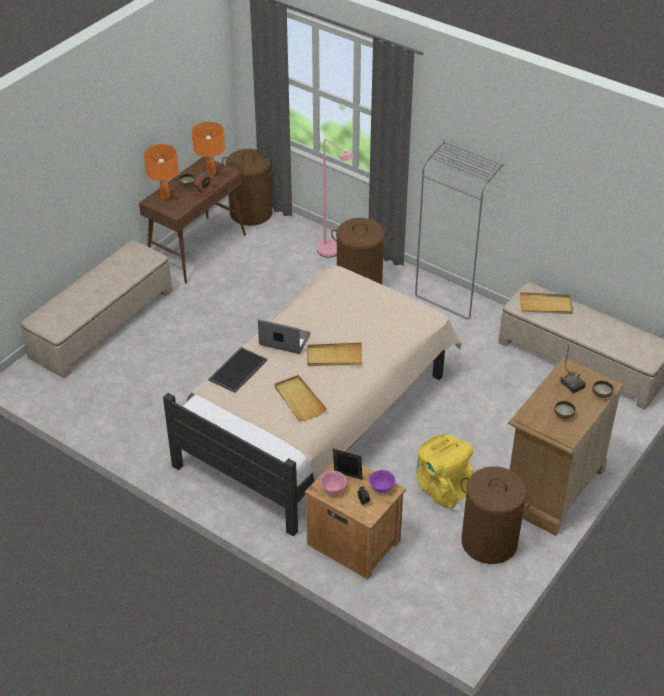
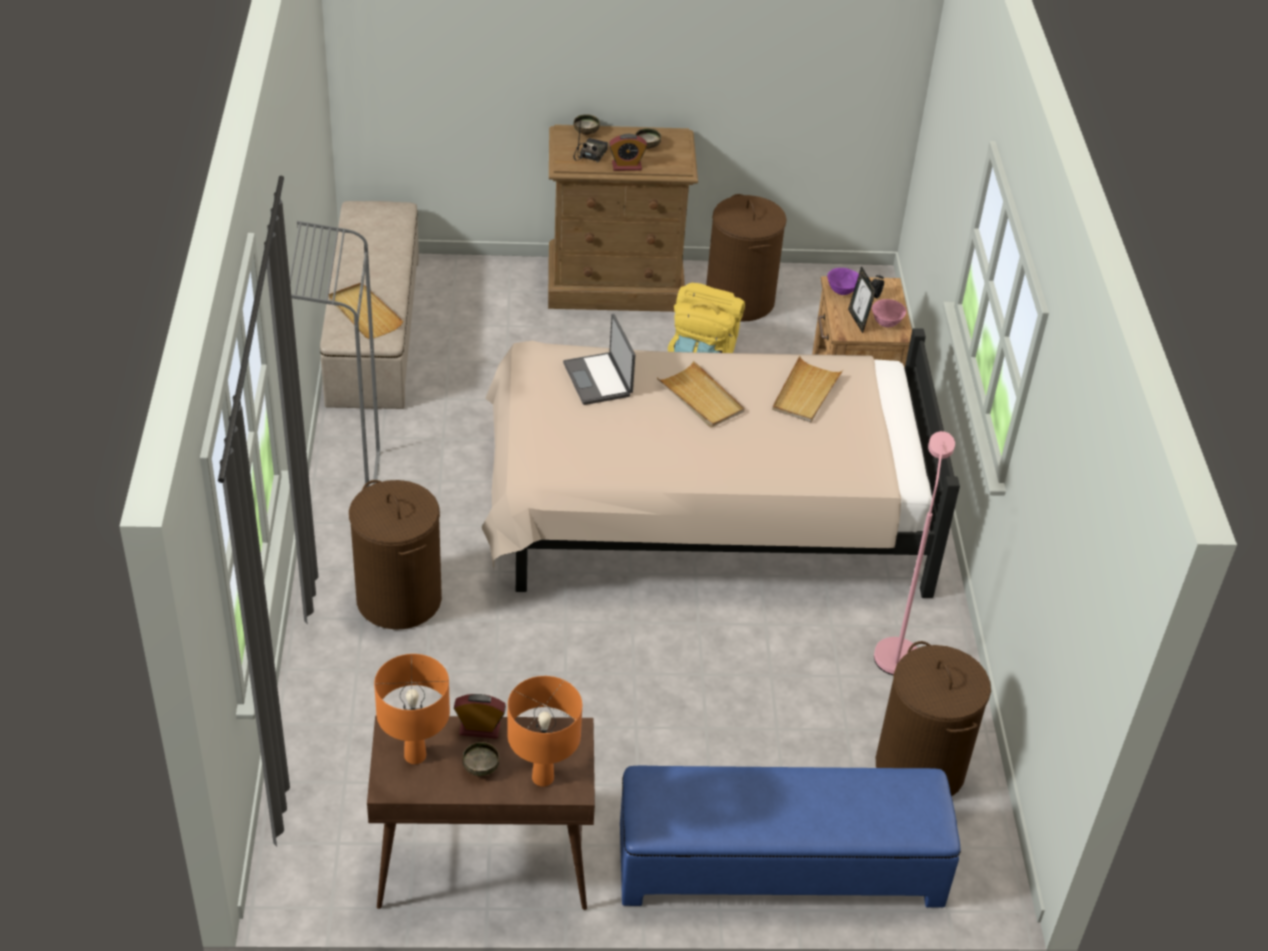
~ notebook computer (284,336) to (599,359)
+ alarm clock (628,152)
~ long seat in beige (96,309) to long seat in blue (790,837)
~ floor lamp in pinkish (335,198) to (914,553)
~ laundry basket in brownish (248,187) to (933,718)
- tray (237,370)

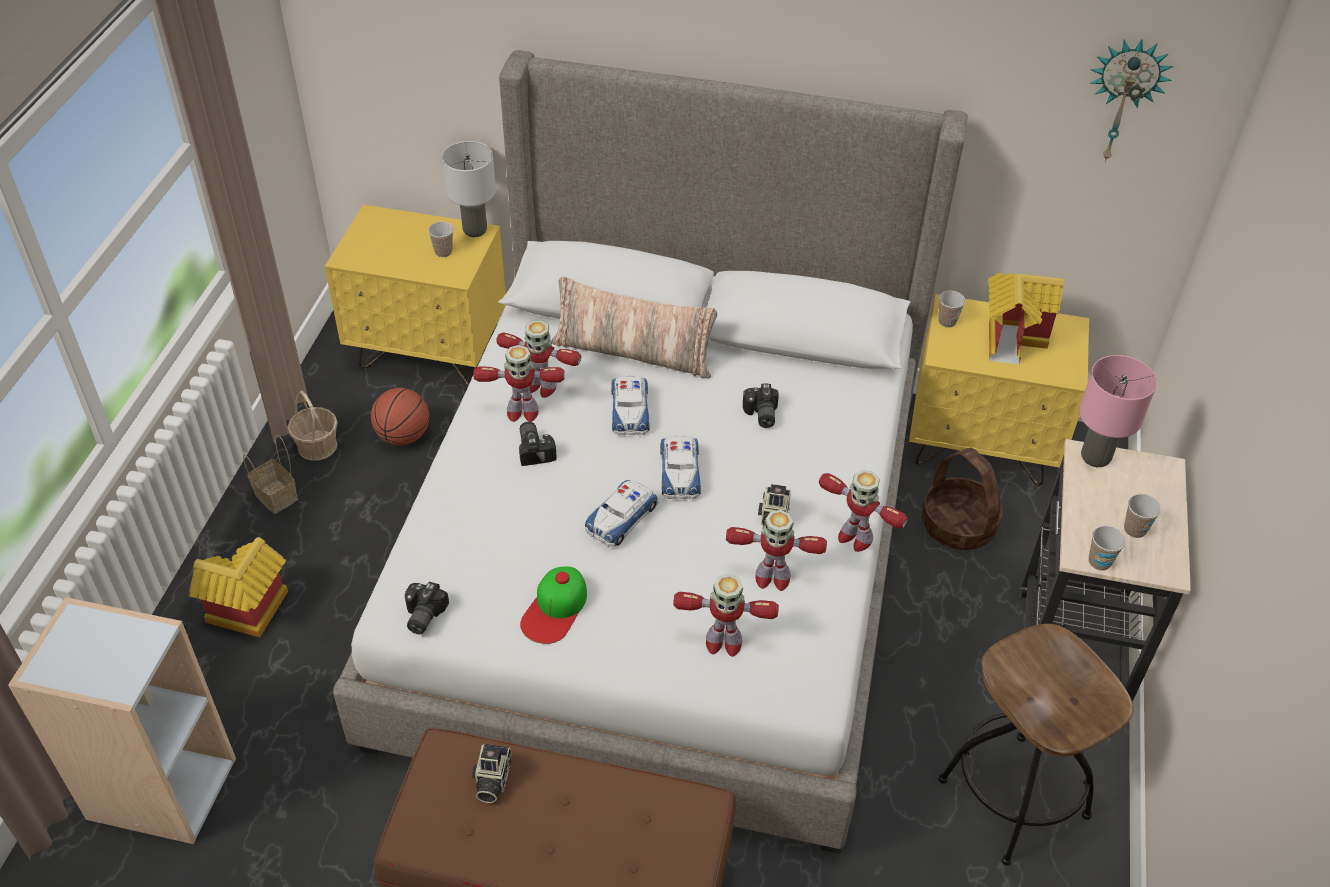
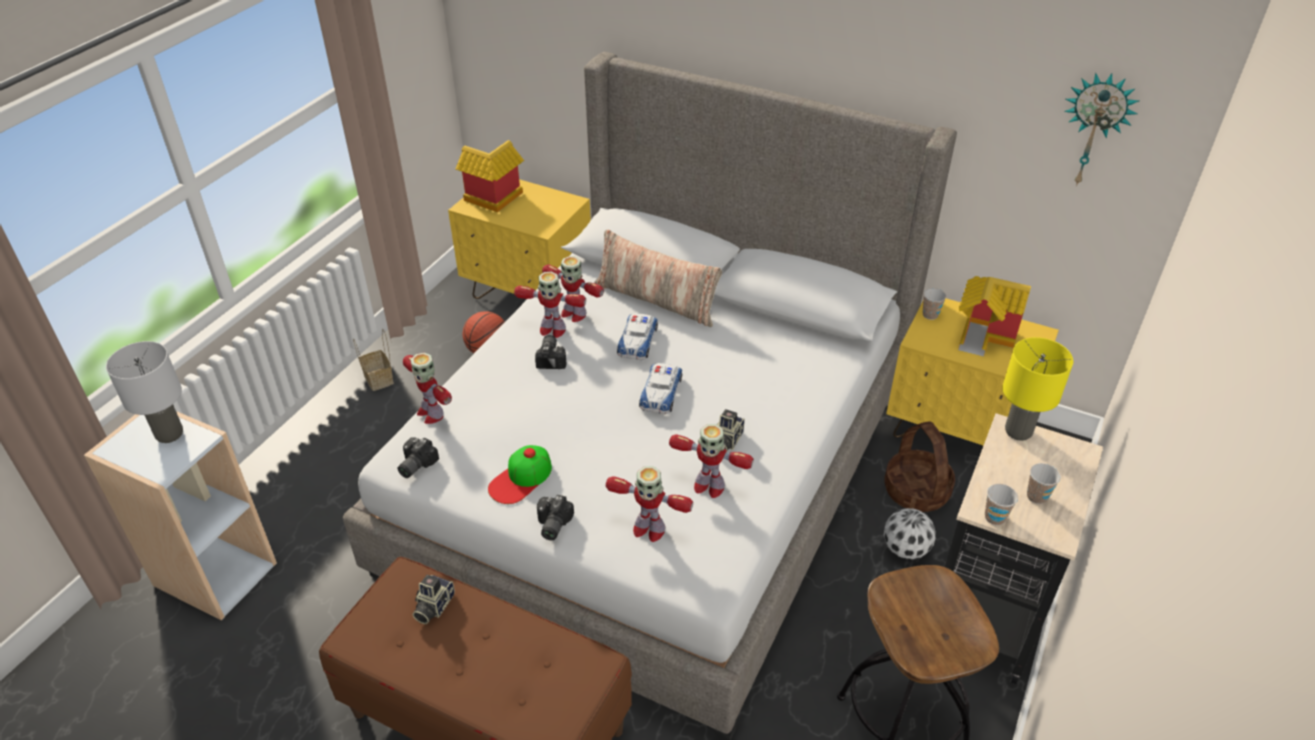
~ table lamp in white-coloured (469,189) to (144,392)
~ robot figure (863,511) to (427,388)
~ model house (238,587) to (490,176)
~ photo camera (761,406) to (555,517)
+ ball for football (910,533)
~ table lamp in pinkish (1118,411) to table lamp in yellow-coloured (1037,389)
- household basket (312,426)
- drinking cup (440,239)
- toy car (622,513)

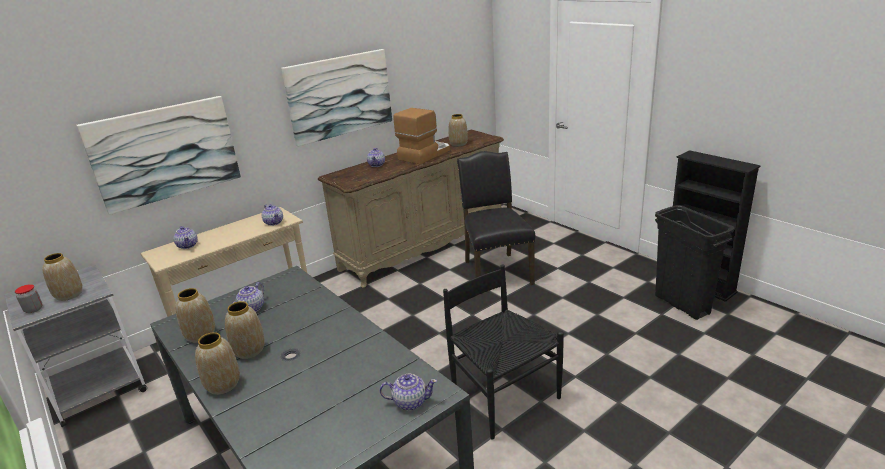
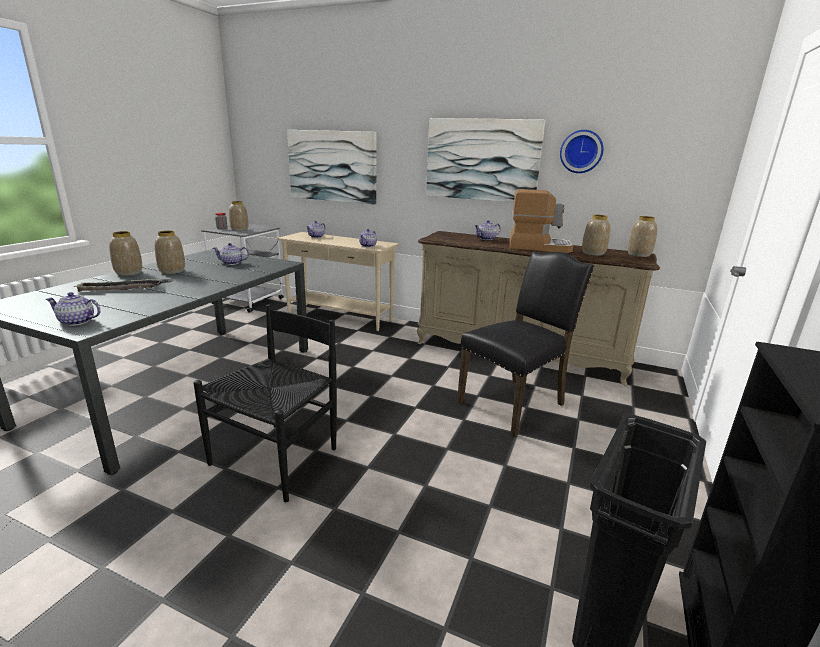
~ pot for tea (408,391) = (73,309) 120 degrees clockwise
+ tray (118,285)
+ wall clock (581,151)
~ flower vase (195,315) to (642,236)

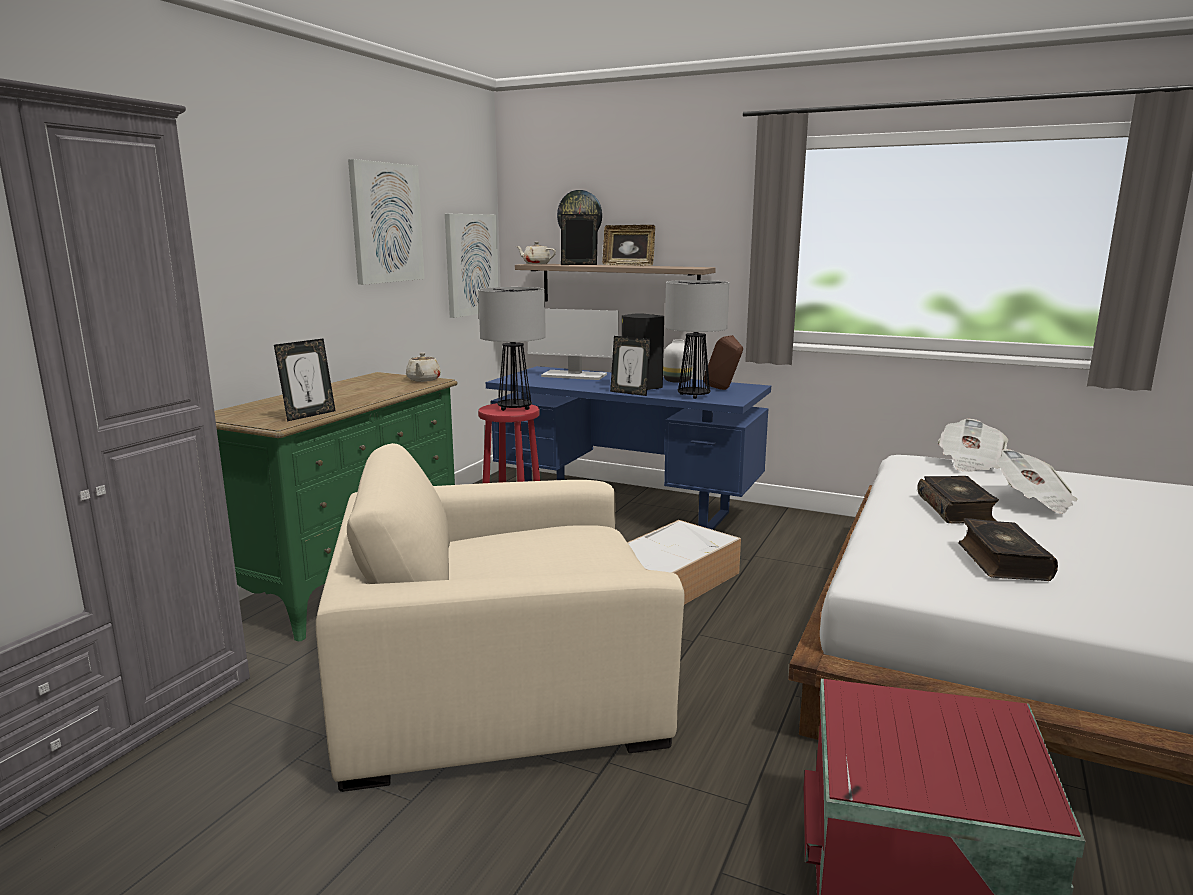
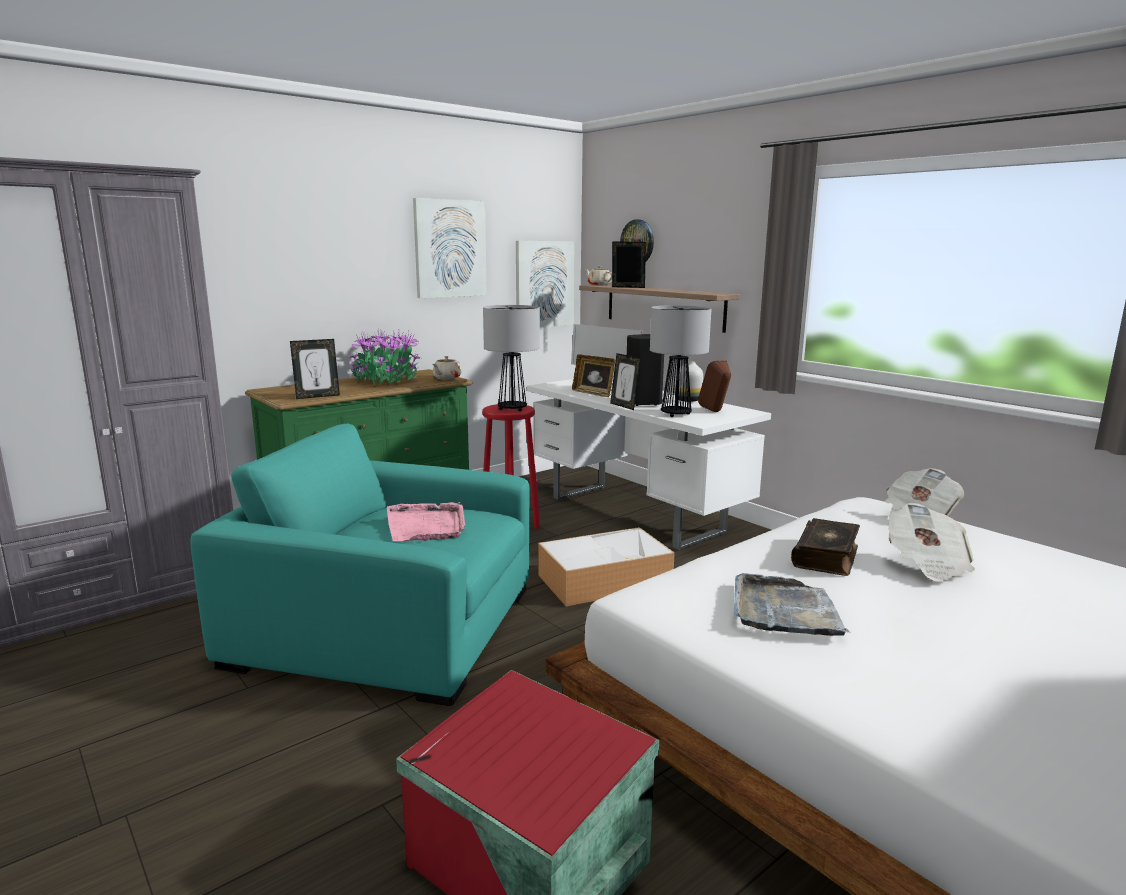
~ armchair in beige (500,617) to armchair in turquoise (360,565)
+ houseplant (384,358)
+ tray in pinkish (426,521)
~ desk unit in blue (628,448) to desk unit in white-coloured (649,465)
~ photo frame (628,245) to (593,375)
~ bound book (1008,549) to tray in greyish (792,604)

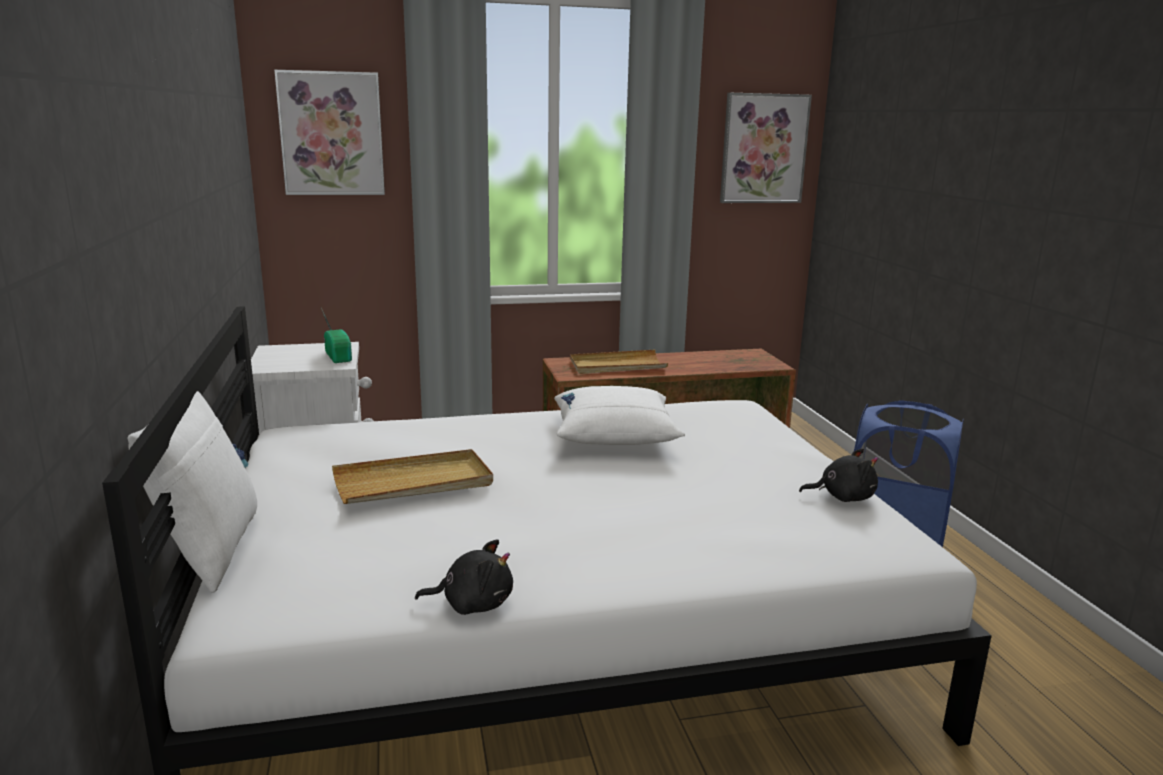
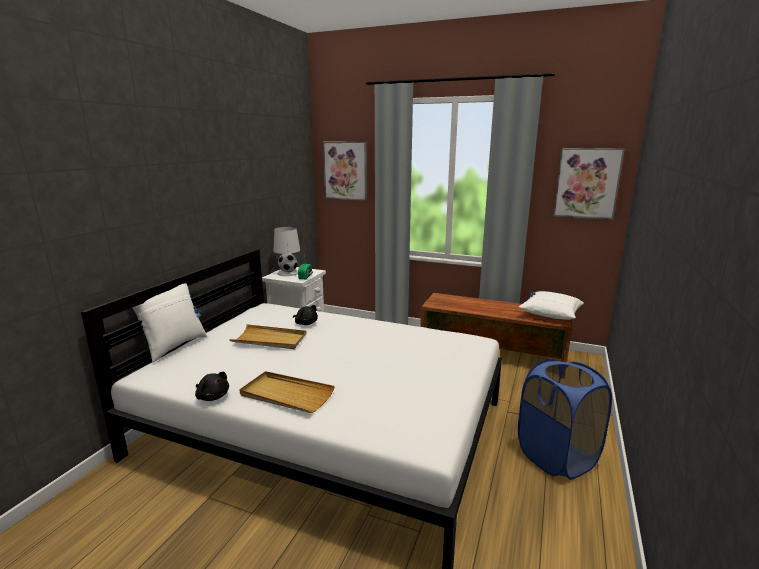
~ tray in beige (619,362) to (287,392)
+ table lamp in white-coloured (287,251)
~ plush toy in black-coloured (838,475) to (305,315)
~ throw pillow in white-coloured (619,415) to (551,305)

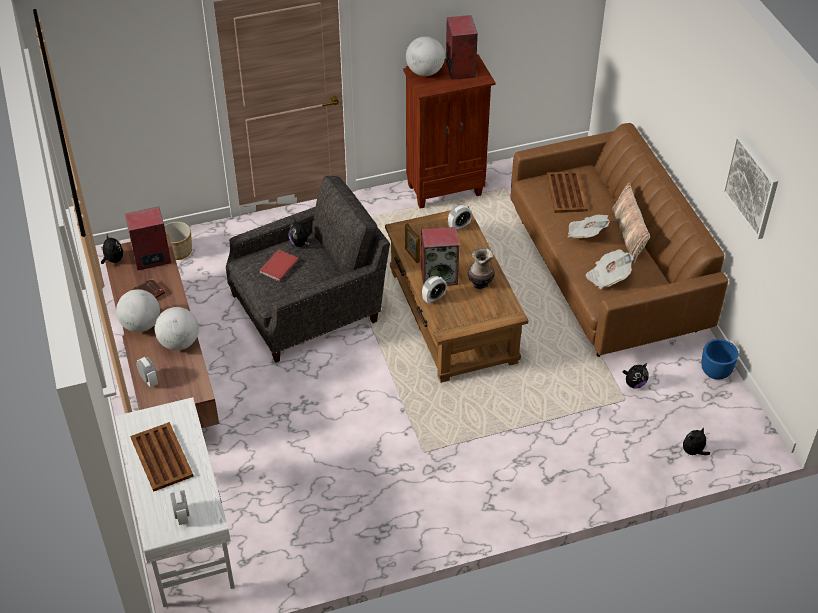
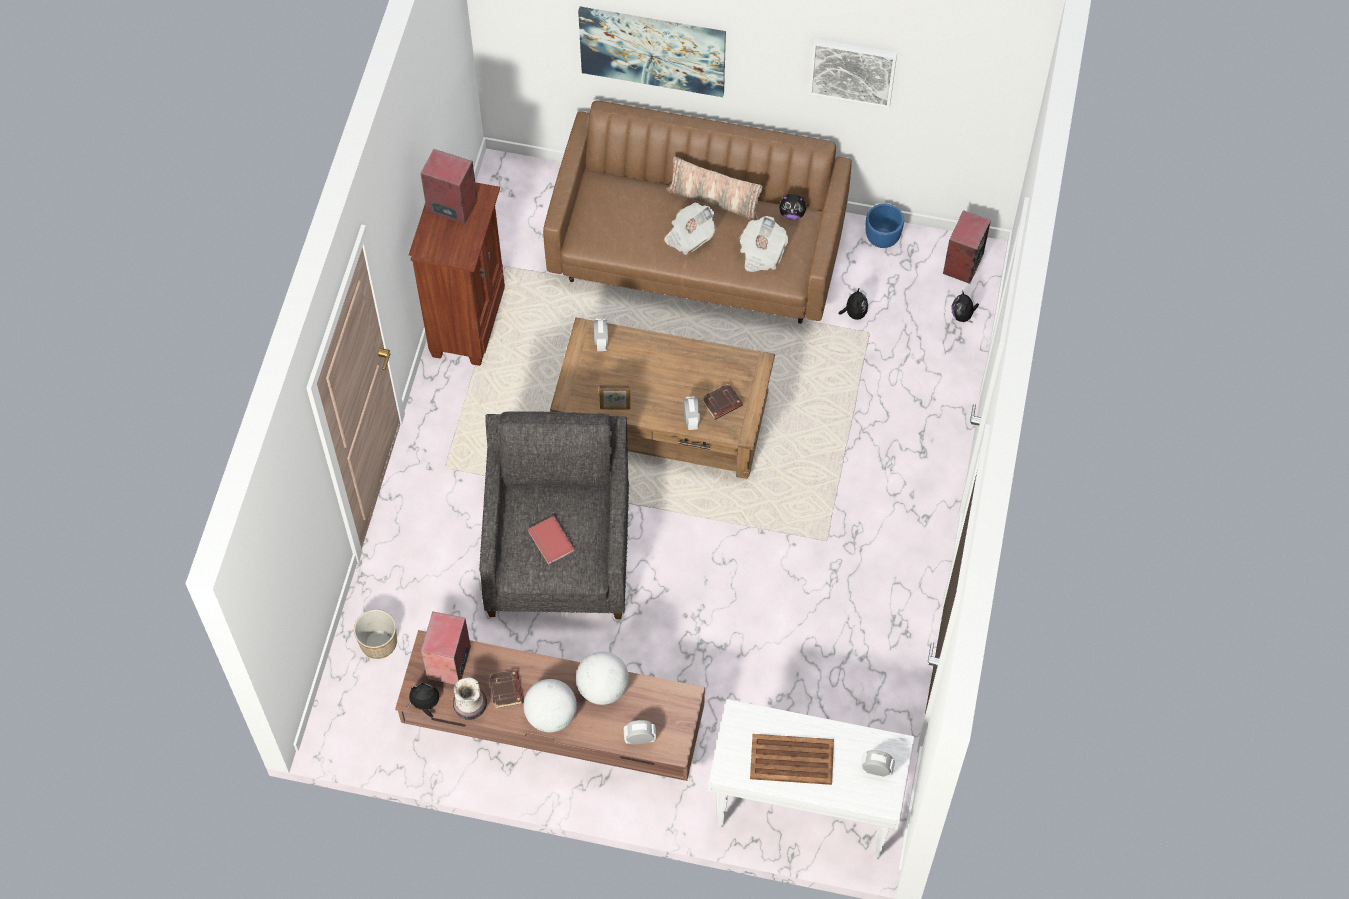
~ flower vase (481,268) to (470,698)
+ wall art (652,51)
+ bound book in brownish (722,402)
~ plush toy (299,232) to (794,207)
~ loudspeaker (440,256) to (967,247)
- world globe (425,56)
- tray in brownish (567,192)

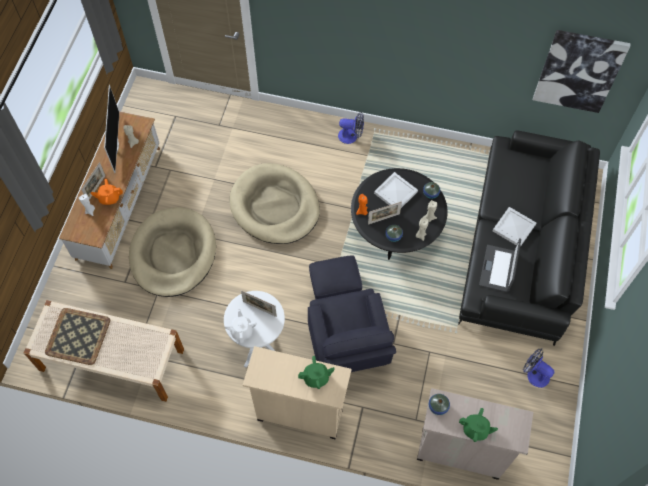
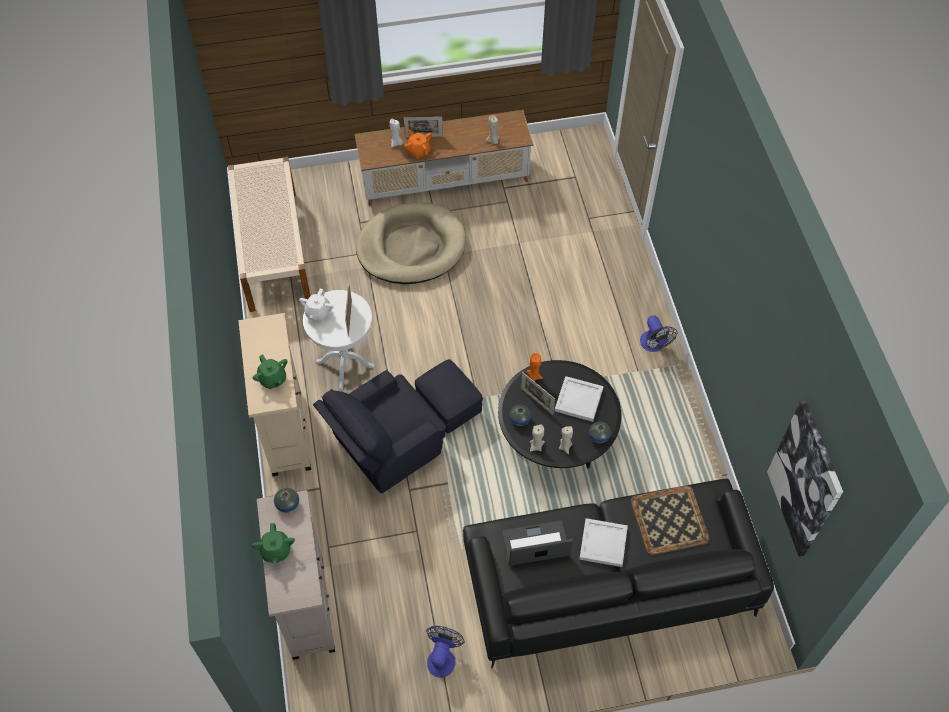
~ pot for tea in white-coloured (241,326) = (316,305) 135 degrees clockwise
~ tray (77,336) to (670,520)
- TV (111,129)
- pet bed in beige (275,203)

